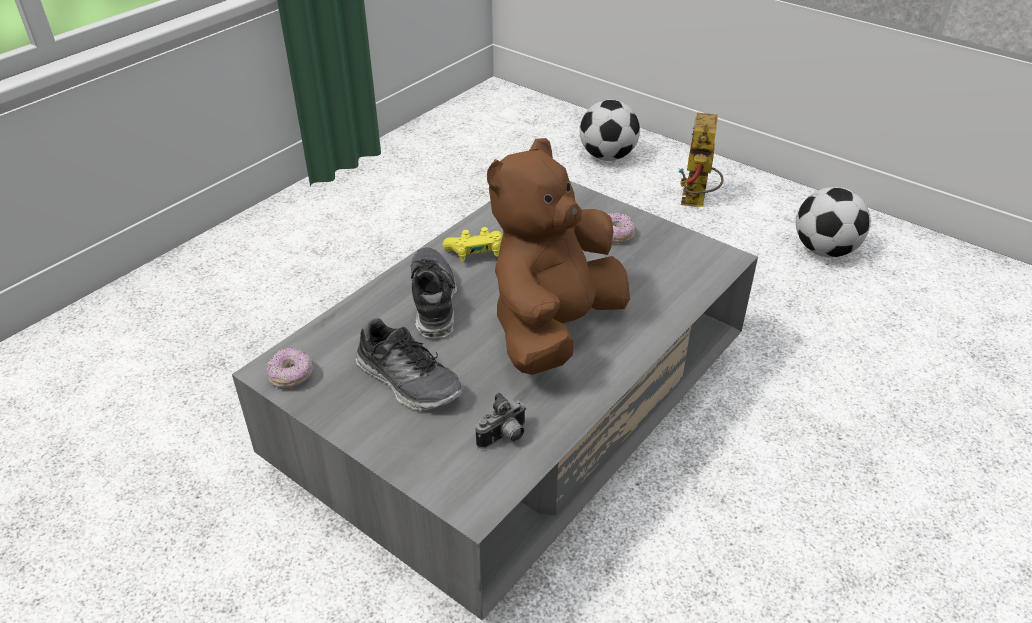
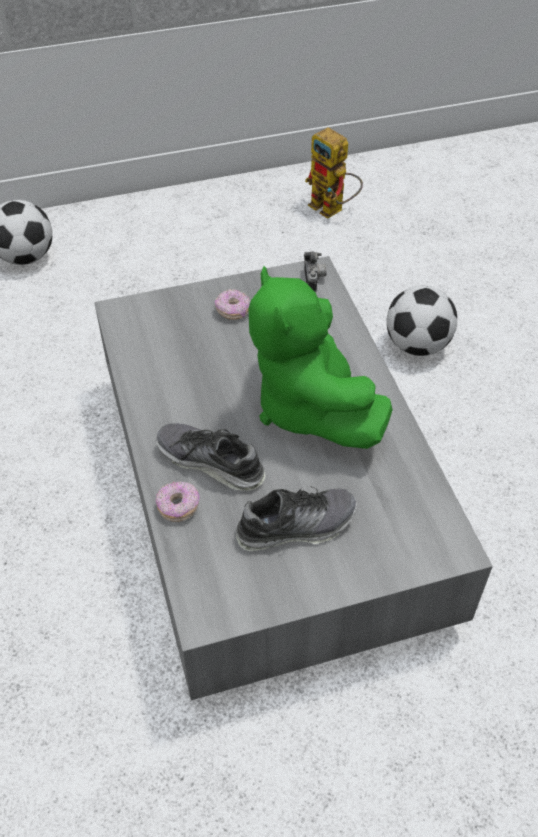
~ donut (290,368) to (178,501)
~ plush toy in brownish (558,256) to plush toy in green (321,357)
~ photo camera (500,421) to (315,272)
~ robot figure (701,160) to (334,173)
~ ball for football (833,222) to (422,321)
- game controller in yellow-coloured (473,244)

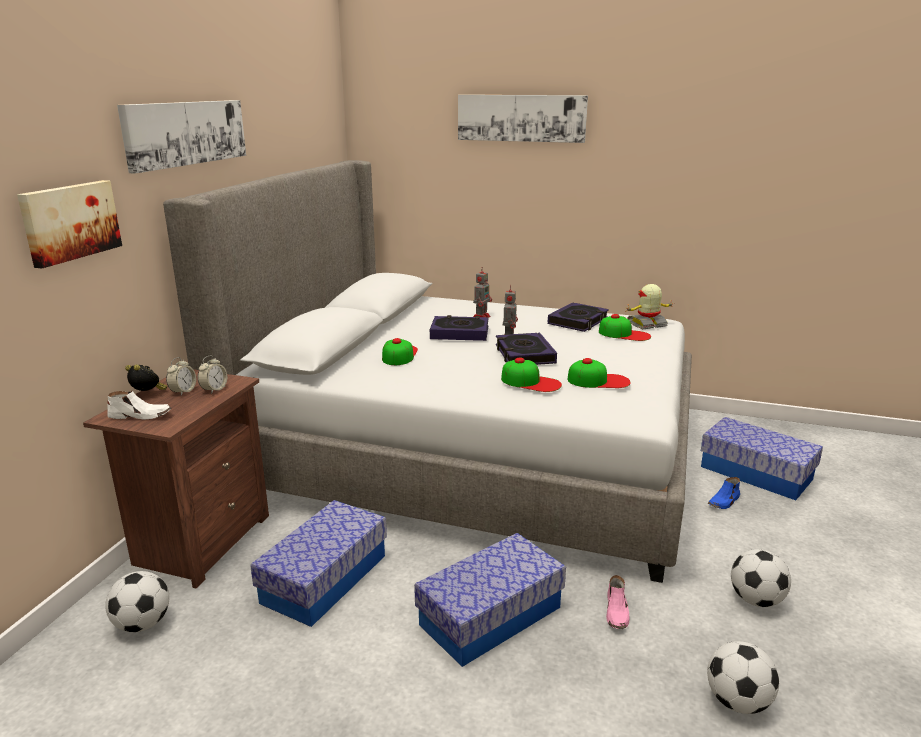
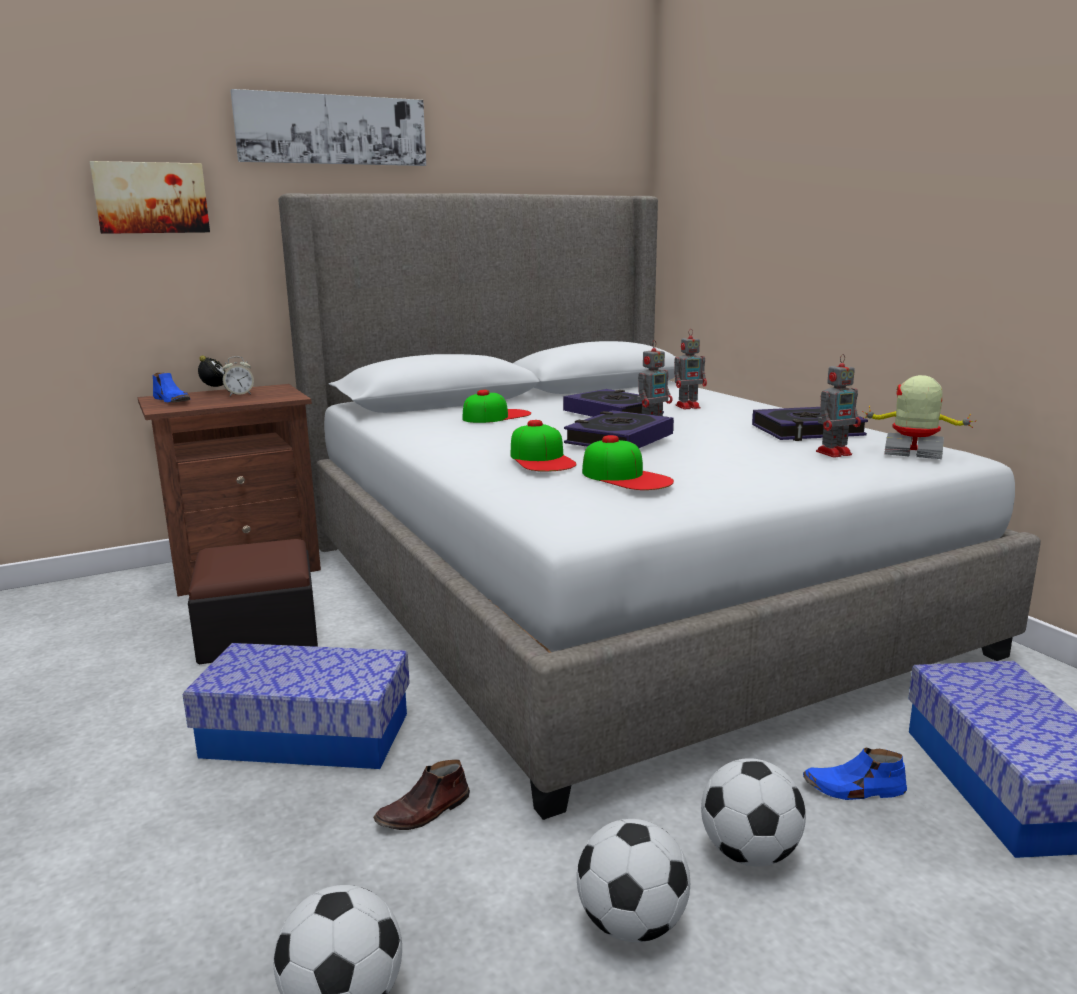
~ item of footwear in white-coloured (139,405) to item of footwear in blue (171,387)
~ storage bin (318,563) to ottoman (253,601)
~ item of footwear in pinkish (617,602) to item of footwear in brownish (421,794)
~ ball for football (137,601) to (753,812)
~ cap (625,327) to robot figure (838,406)
- alarm clock (212,375)
- wall art (523,119)

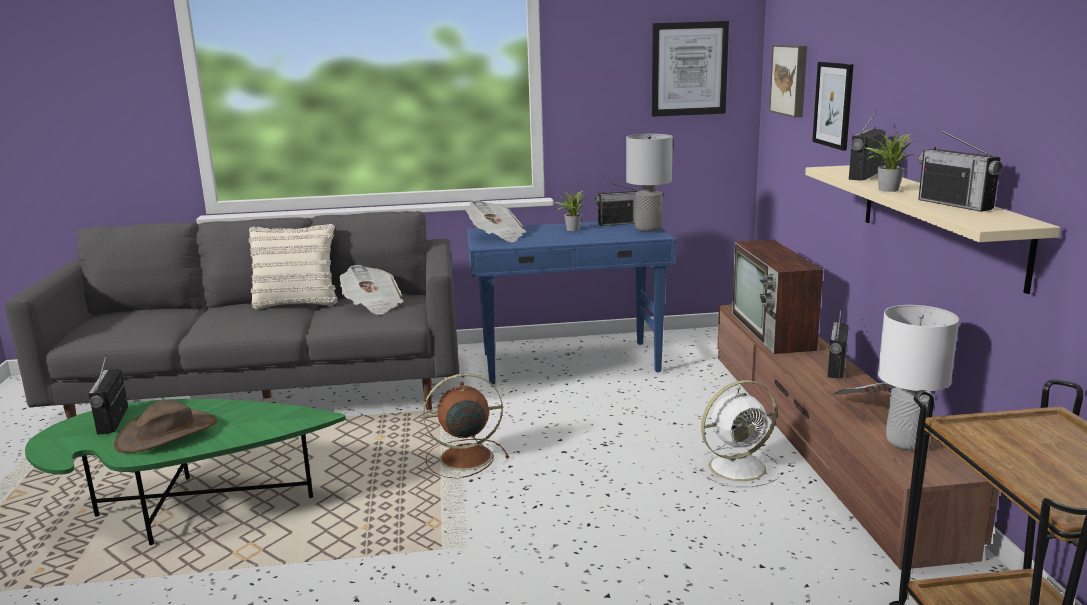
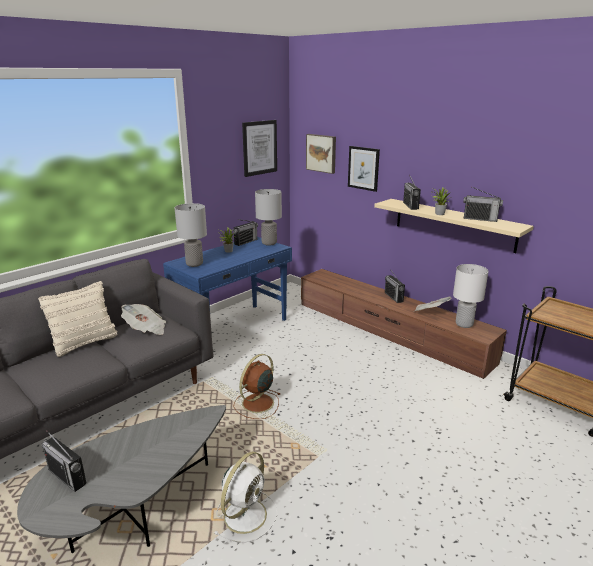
~ low table in green (185,472) to low table in greyish (121,479)
~ newspaper (496,221) to table lamp in greyish (191,235)
~ fan in white-coloured (736,433) to (245,497)
- clothing hat in brownish (165,426)
- TV (777,297)

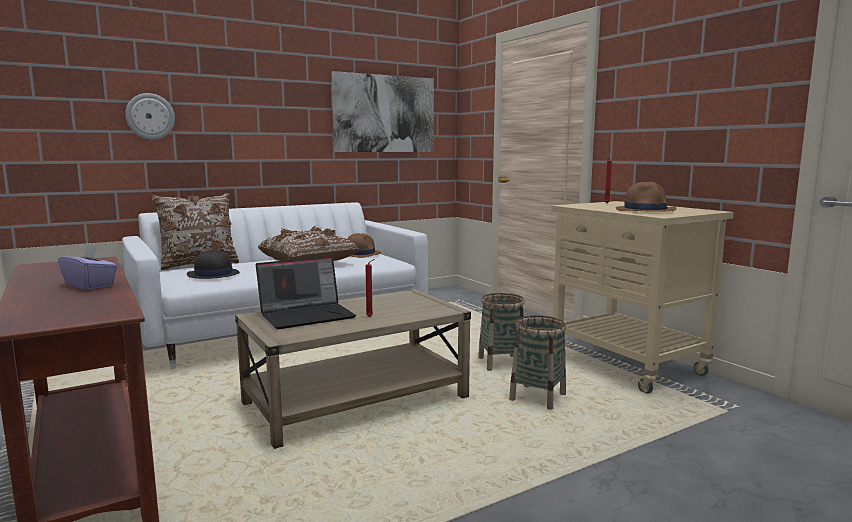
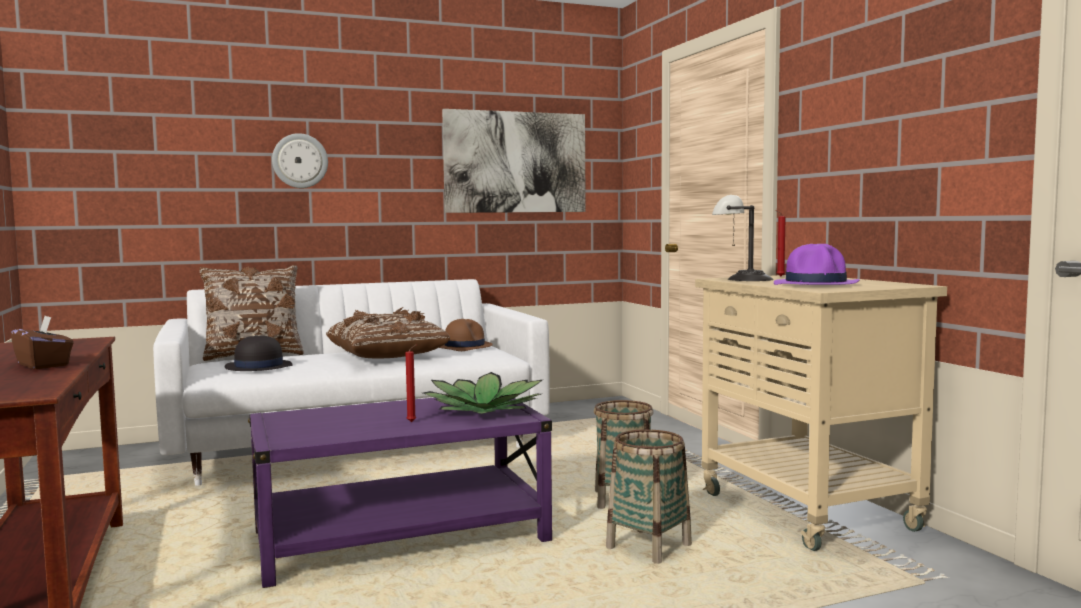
~ tissue box in purple (88,267) to tissue box in brownish (42,342)
~ low table in beige (353,369) to low table in purple (400,493)
~ wall clock (150,116) to (300,160)
+ houseplant (482,393)
+ table lamp (743,238)
~ clothing hat in brownish (646,197) to clothing hat in purple (817,264)
- notebook computer (306,292)

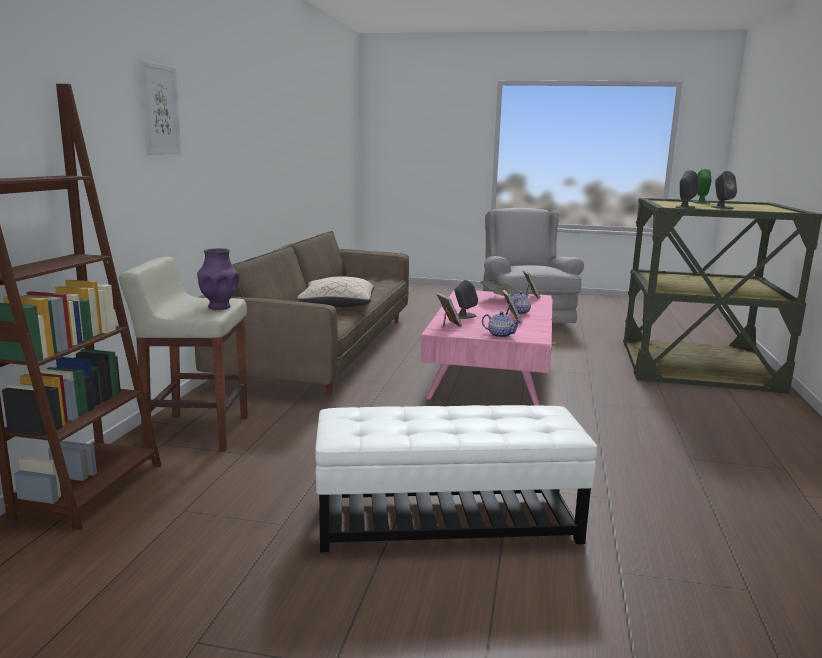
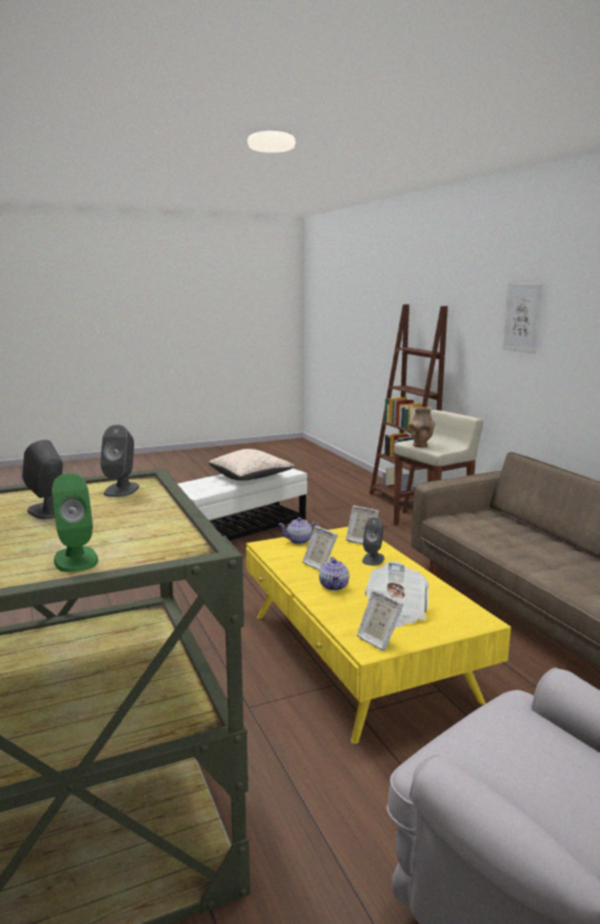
~ throw pillow in beige (335,291) to (251,465)
~ low table in pinkish (488,347) to low table in yellow-coloured (378,635)
~ flower vase in purple (218,279) to flower vase in brownish (421,427)

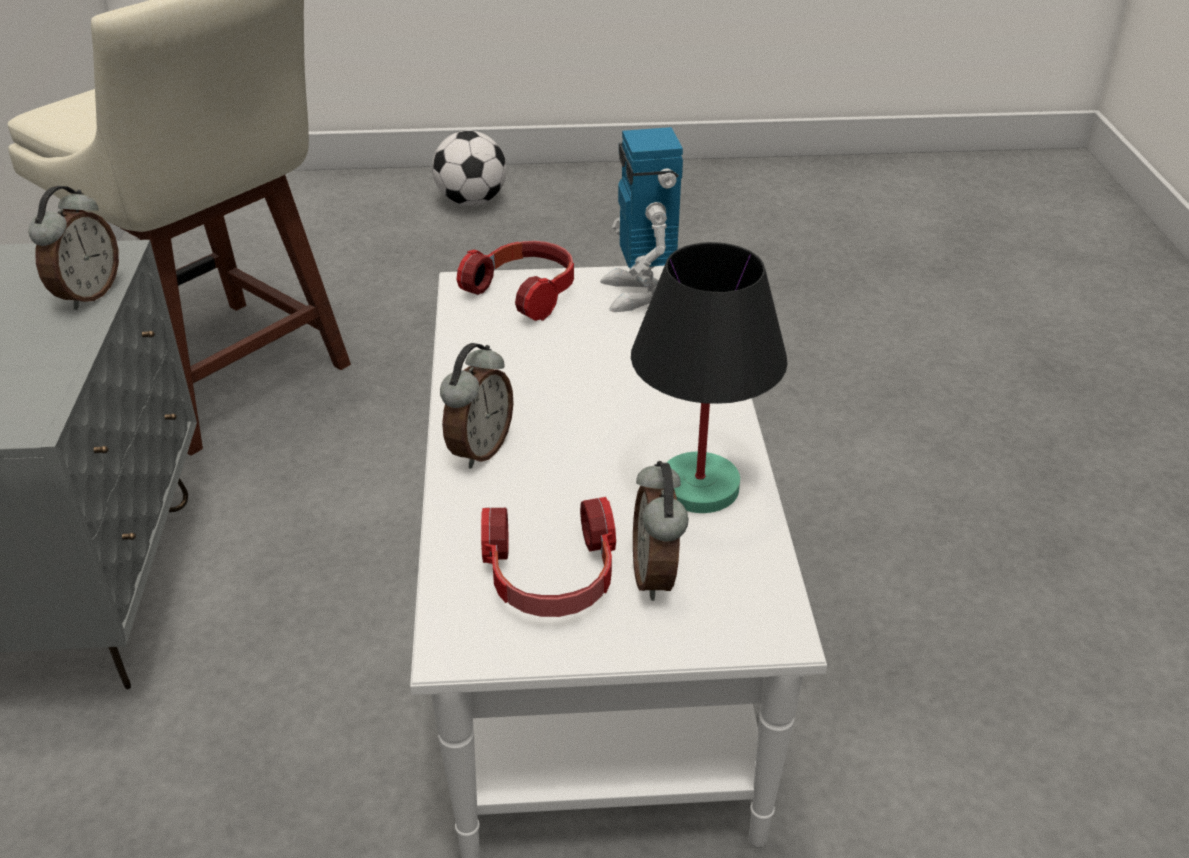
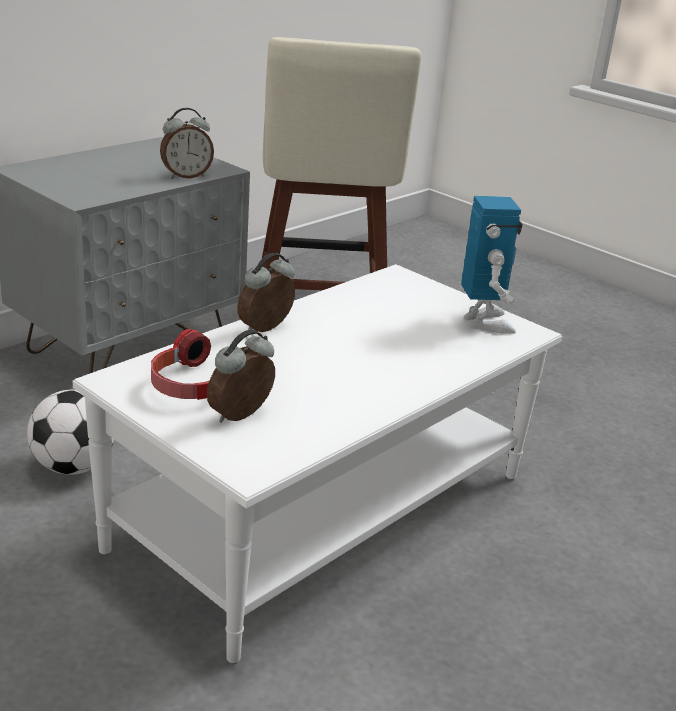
~ ball for football (469,168) to (70,432)
~ alarm clock (476,406) = (266,292) 150 degrees clockwise
~ robot figure (641,219) = (491,265) 135 degrees clockwise
- headset (515,281)
- table lamp in black-coloured (709,377)

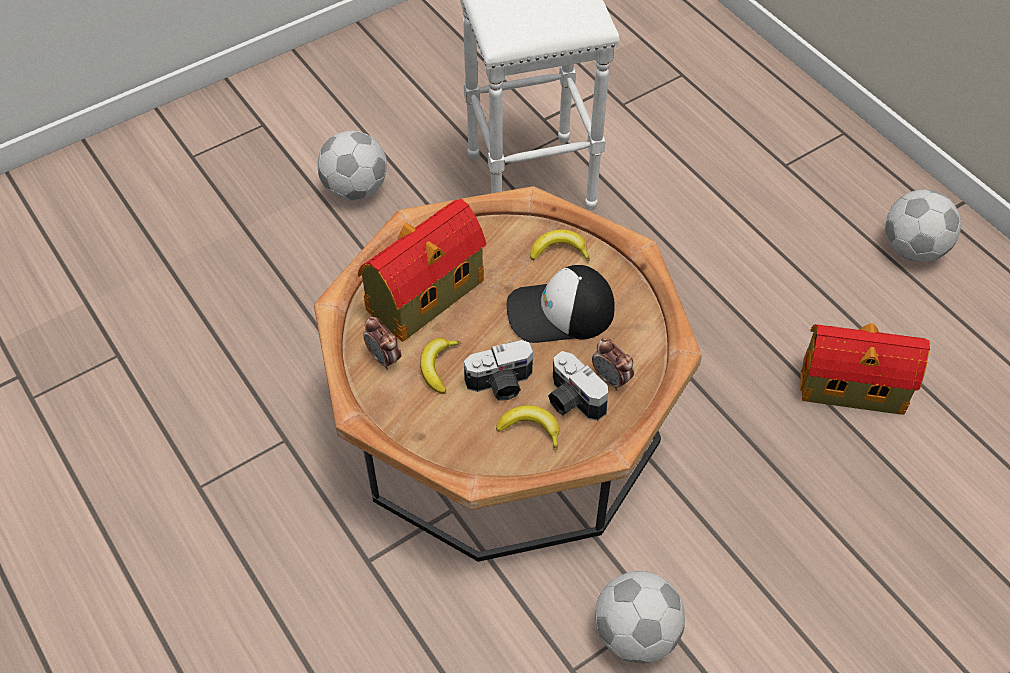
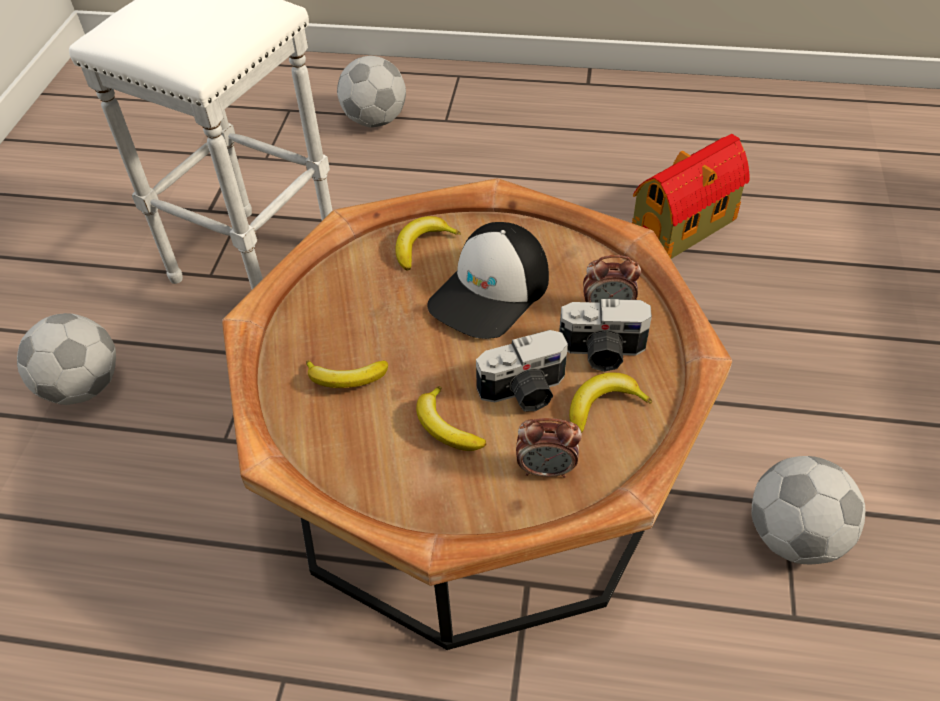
~ model house (422,270) to whole banana (347,374)
~ ball for football (923,226) to (371,91)
~ photo camera (498,370) = (522,370) 45 degrees clockwise
~ alarm clock (382,343) to (549,448)

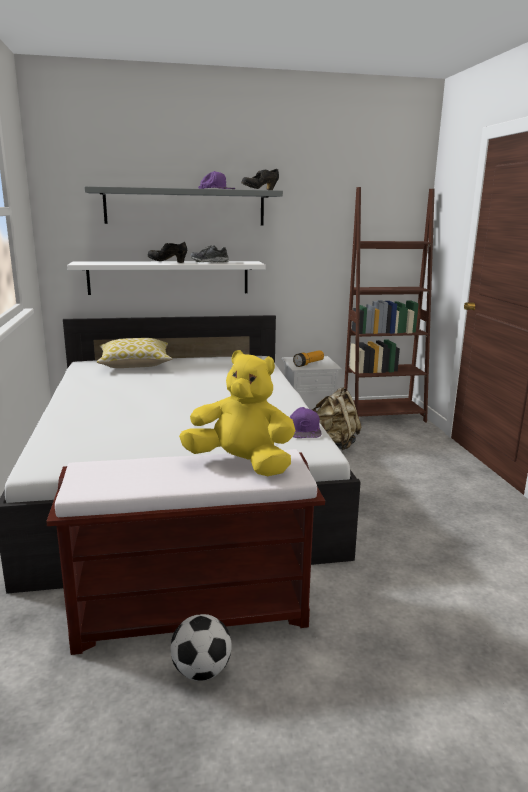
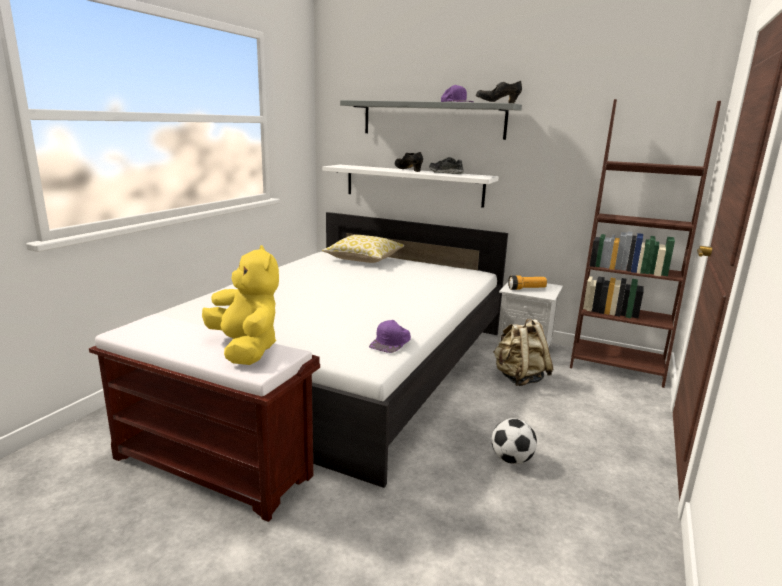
~ ball for football (201,647) to (514,441)

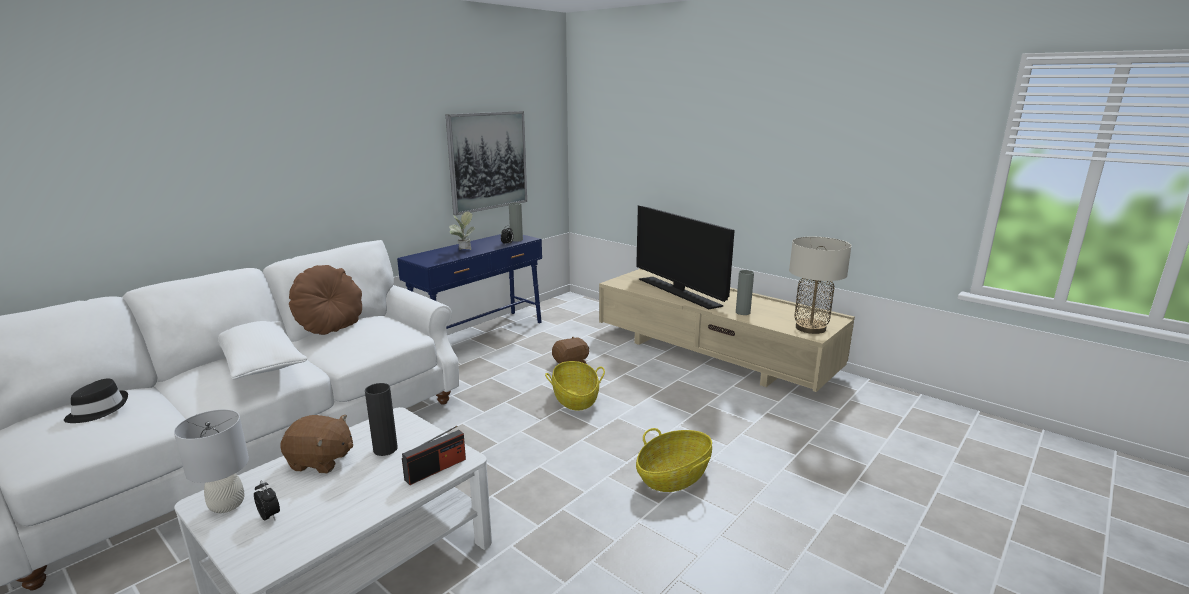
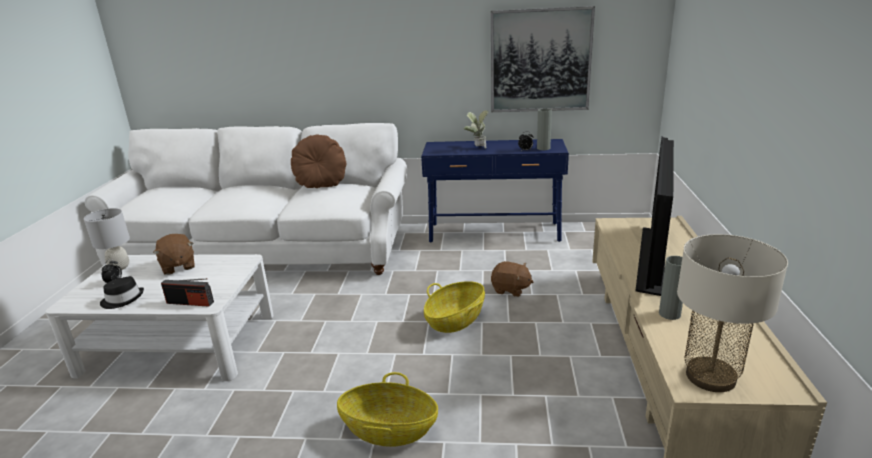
~ clothing hat in black-coloured (96,401) to (122,292)
- throw pillow in white-coloured (262,350)
- flower vase in black-coloured (381,419)

